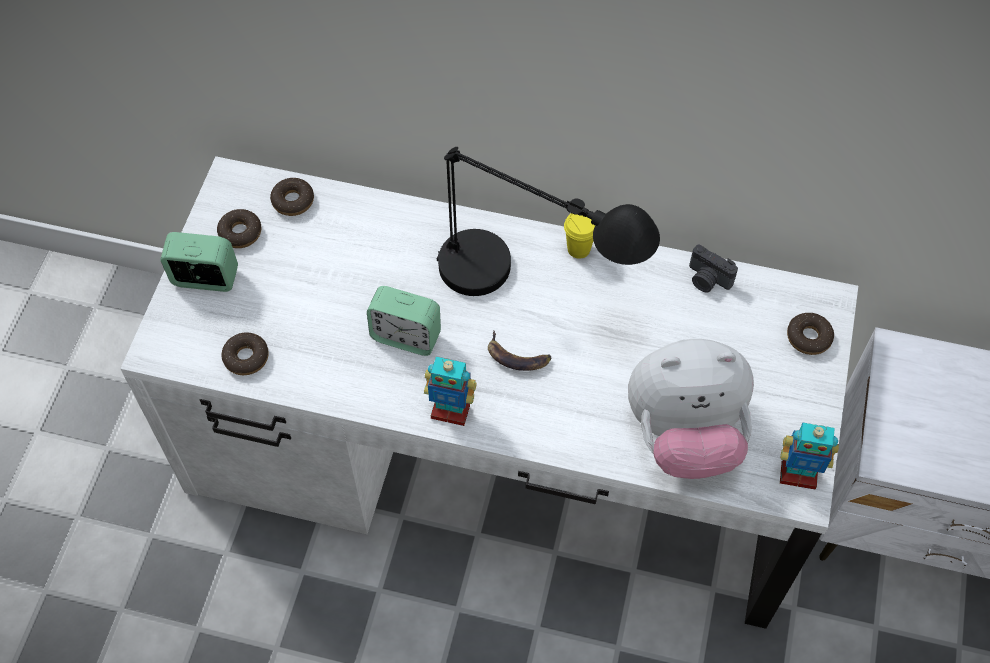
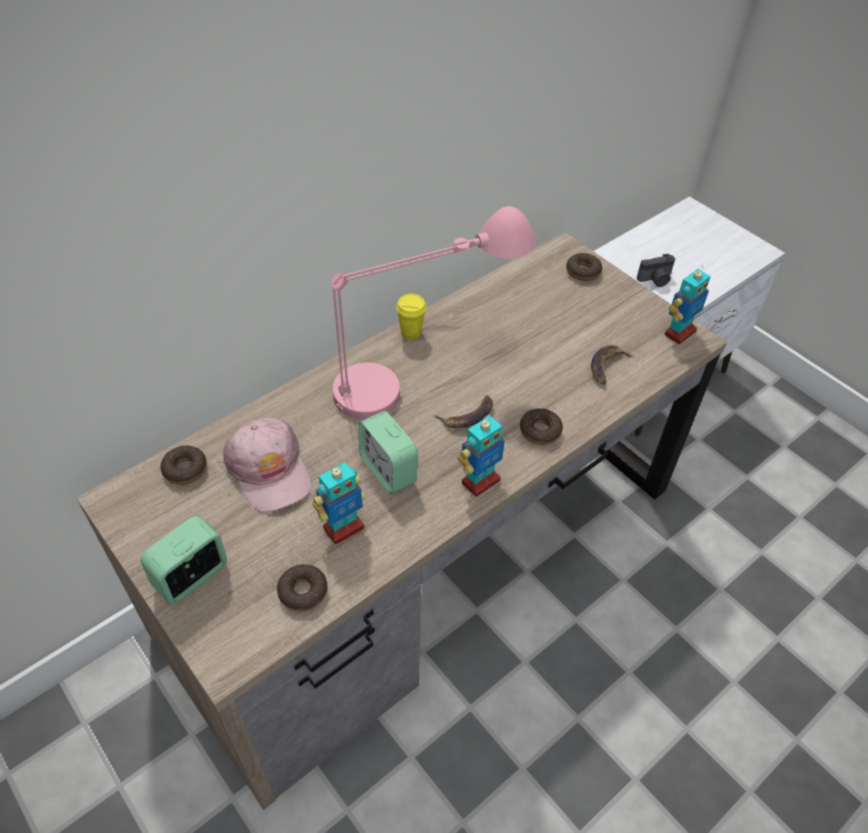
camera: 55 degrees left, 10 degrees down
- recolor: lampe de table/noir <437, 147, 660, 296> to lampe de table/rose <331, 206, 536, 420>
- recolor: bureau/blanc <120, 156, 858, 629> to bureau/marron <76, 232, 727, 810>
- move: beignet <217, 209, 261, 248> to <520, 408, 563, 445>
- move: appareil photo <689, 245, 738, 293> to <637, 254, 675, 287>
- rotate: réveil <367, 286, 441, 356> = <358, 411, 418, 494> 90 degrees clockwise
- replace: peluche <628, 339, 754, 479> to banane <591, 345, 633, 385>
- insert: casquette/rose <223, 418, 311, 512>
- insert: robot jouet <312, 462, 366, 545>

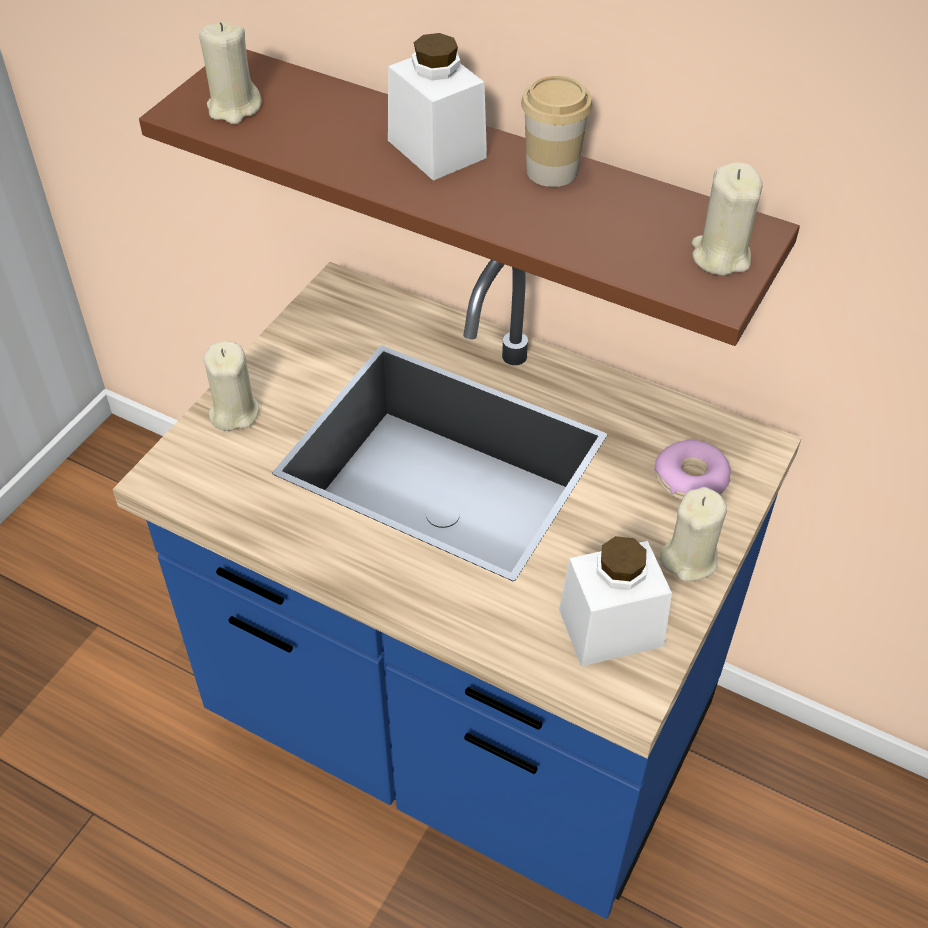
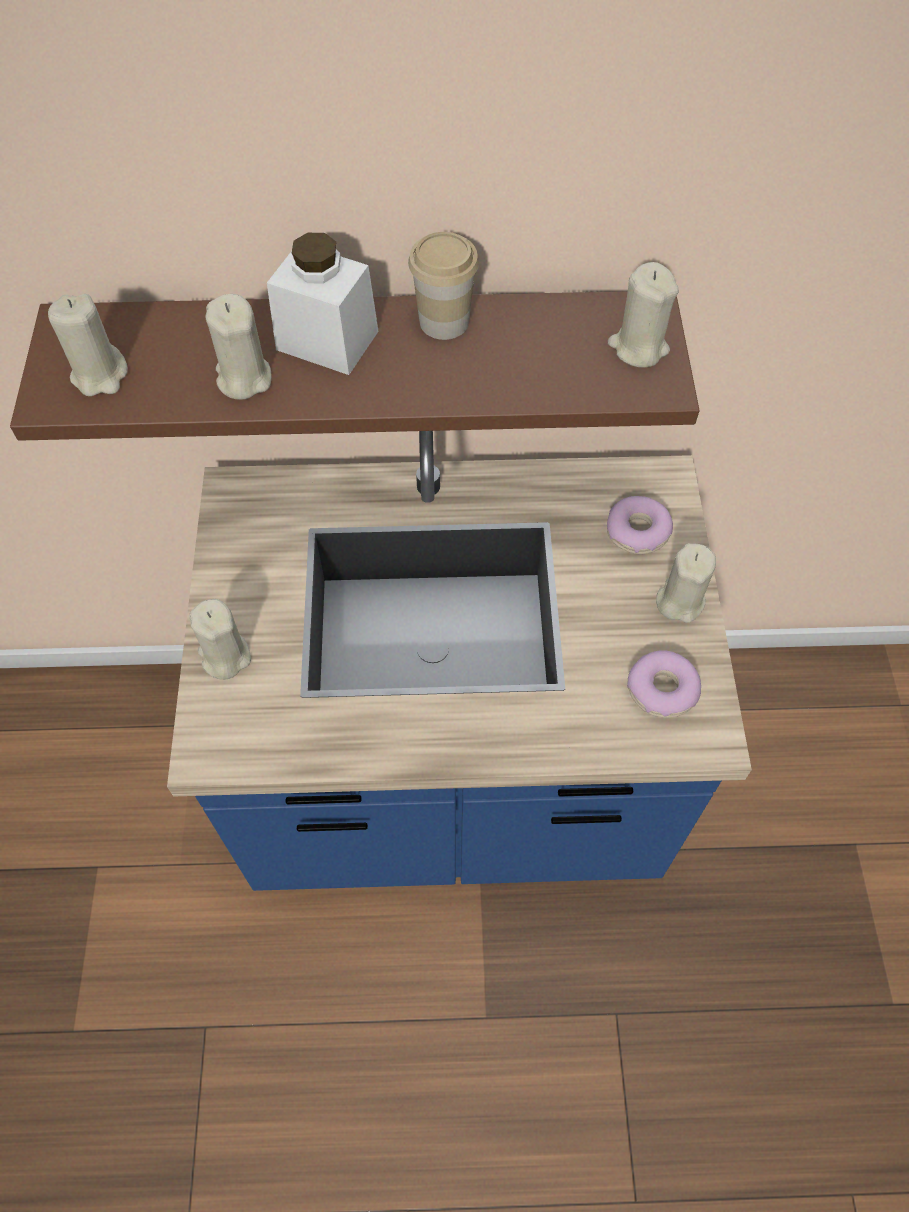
camera: 30 degrees left, 10 degrees up
- replace: bocal/blanc <559, 536, 672, 666> to beignet <627, 650, 701, 718>
- insert: bougie/beige <206, 294, 271, 400>

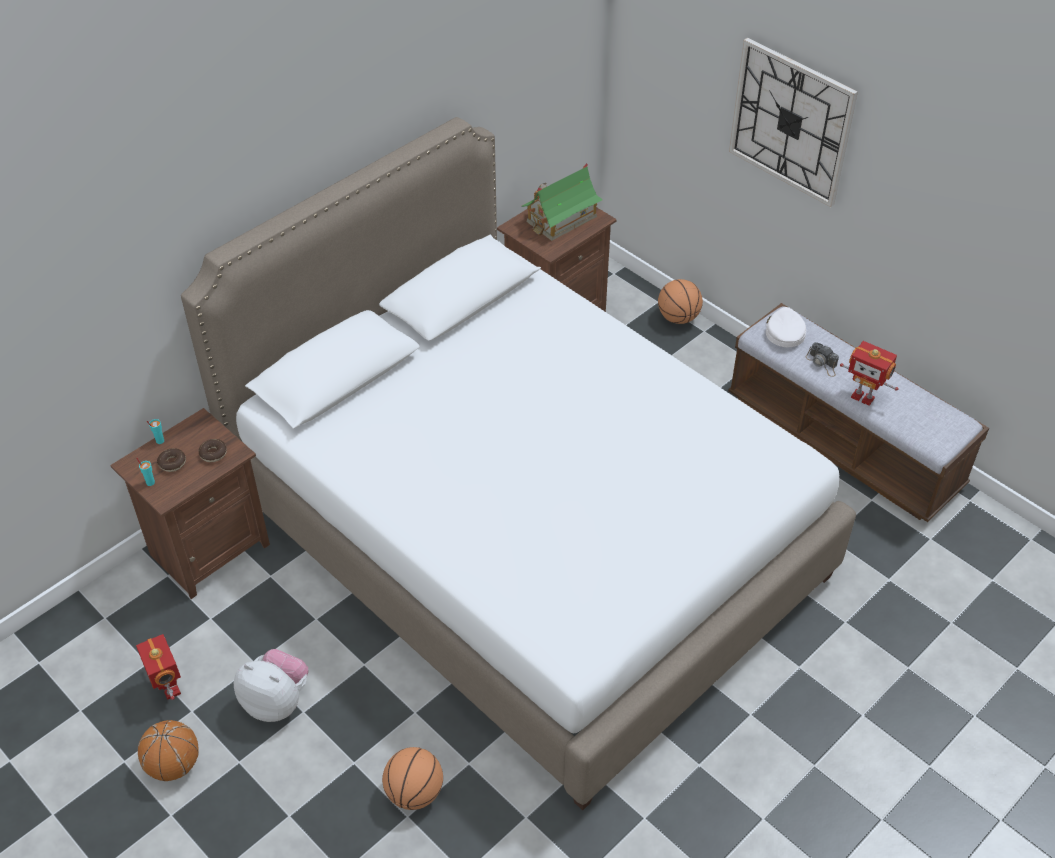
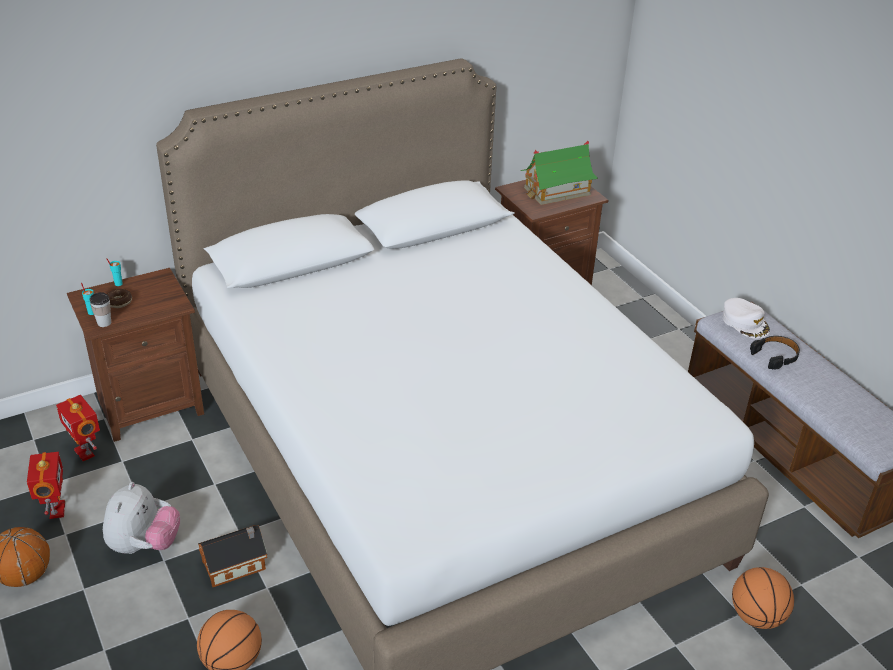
camera: 15 degrees right, 10 degrees down
- delete: horloge murale <729, 38, 858, 207>
- move: ballon de basket <658, 279, 703, 324> to <732, 567, 794, 629>
- rotate: casquette/blanc <766, 307, 806, 347> = <723, 298, 770, 339> 135 degrees clockwise
- move: robot jouet <840, 341, 899, 406> to <56, 395, 100, 461>
- replace: appareil photo <805, 342, 839, 377> to casque audio/noir <750, 336, 800, 370>
- delete: beignet <199, 439, 227, 462>
- rotate: peluche <234, 649, 308, 722> = <103, 482, 180, 554> 60 degrees clockwise
- insert: tasse <90, 292, 111, 327>
- insert: maison miniature <198, 525, 267, 587>

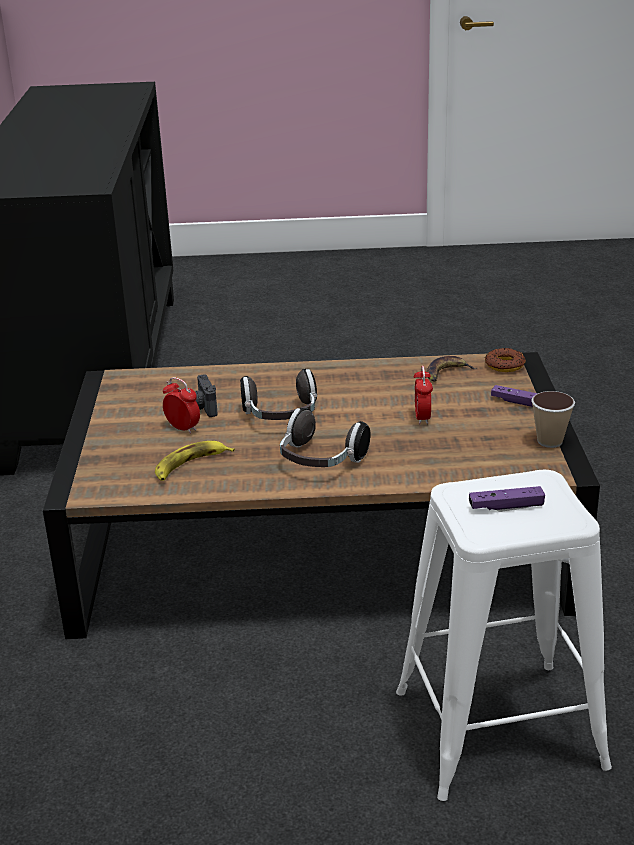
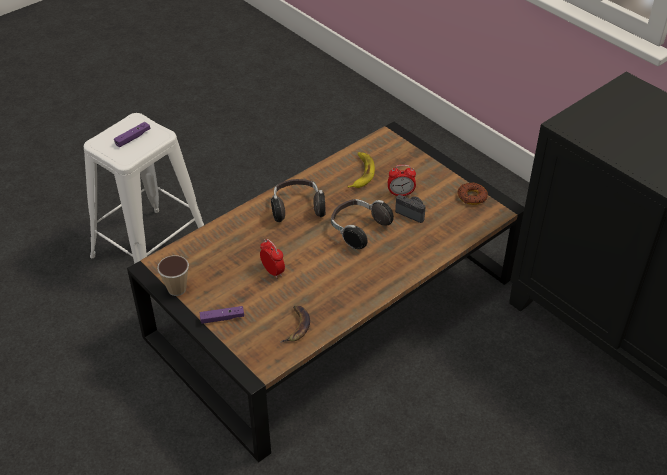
camera: 140 degrees right, 15 degrees up
- move: beignet <485, 348, 526, 372> to <457, 182, 488, 205>

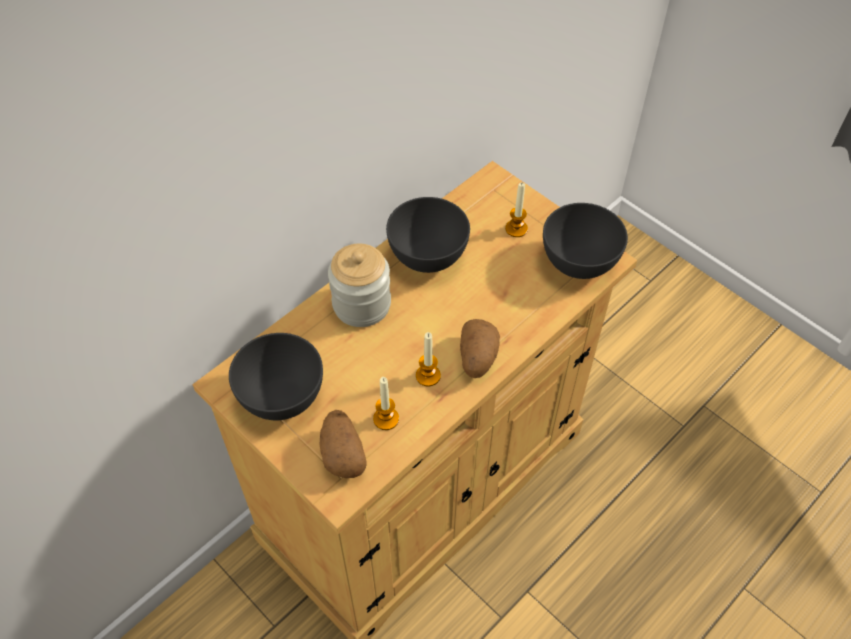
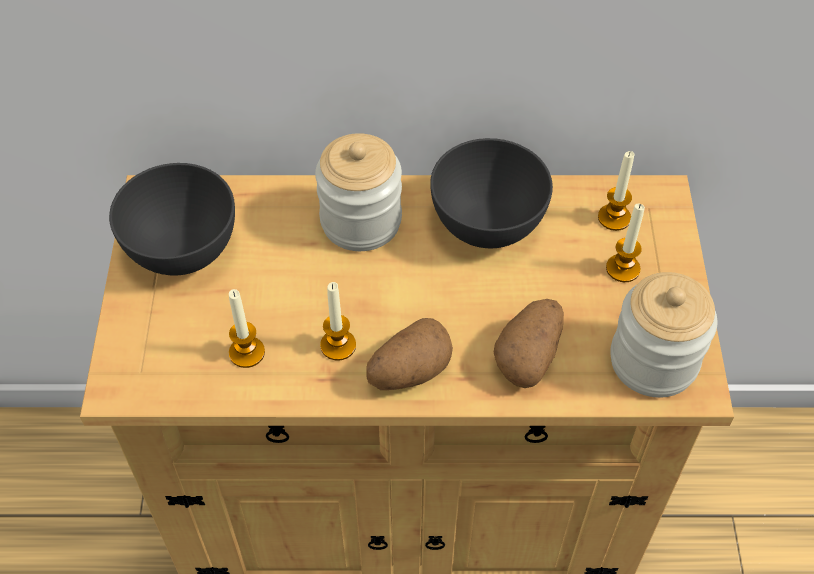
camera: 45 degrees right, 0 degrees up
- replace: bol/gris <543, 203, 628, 279> to bocal <610, 272, 717, 398>
- move: pomme de terre <320, 410, 367, 478> to <494, 299, 564, 388>
- insert: bougie <598, 151, 635, 231>

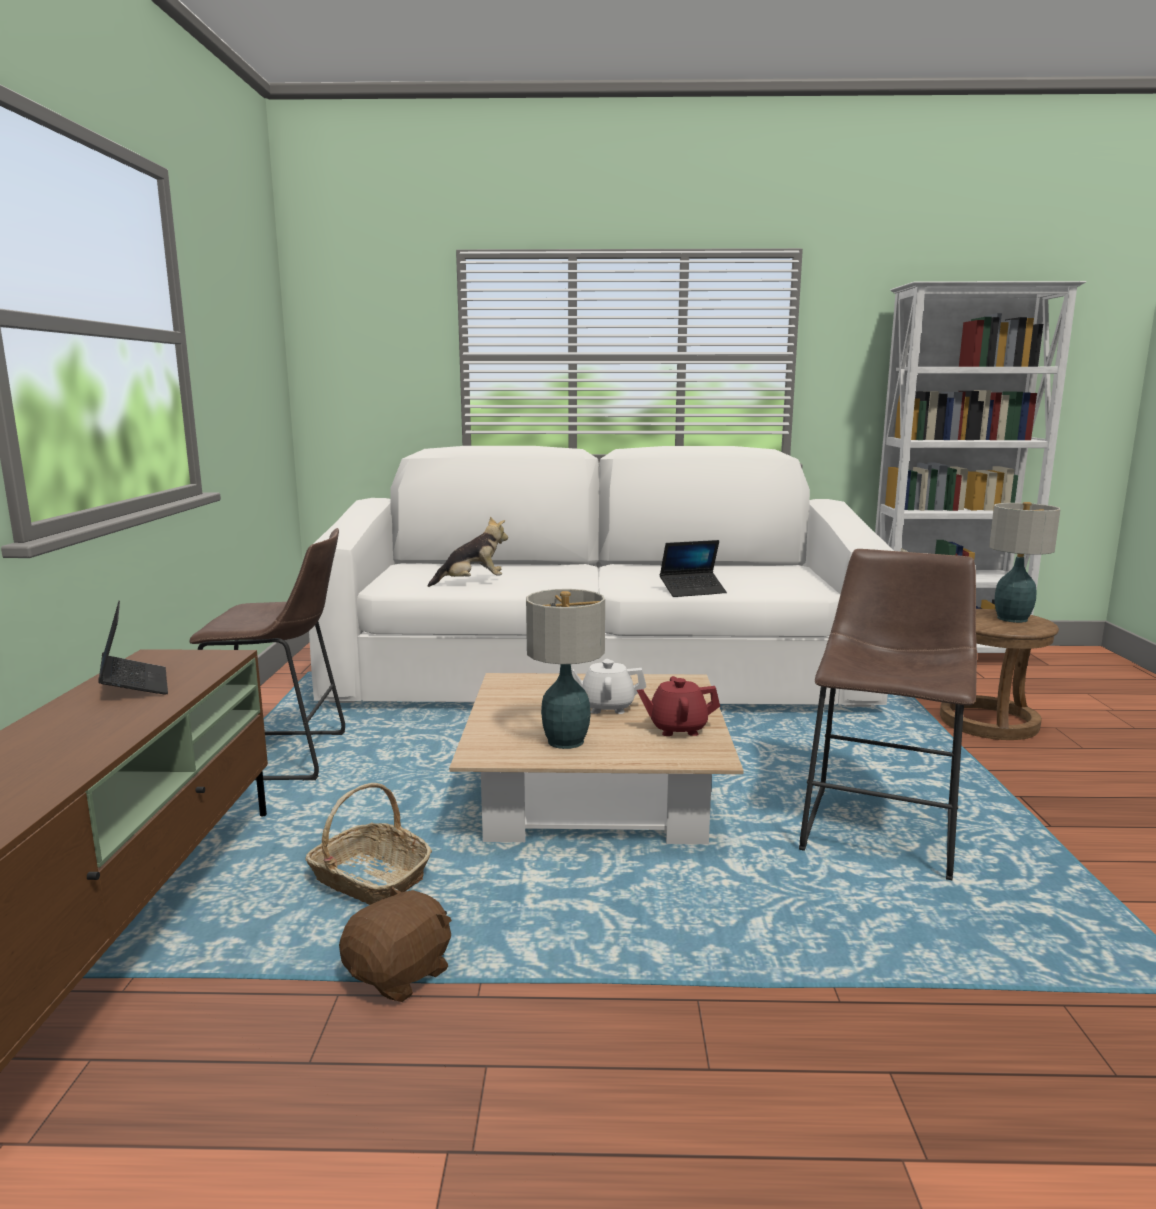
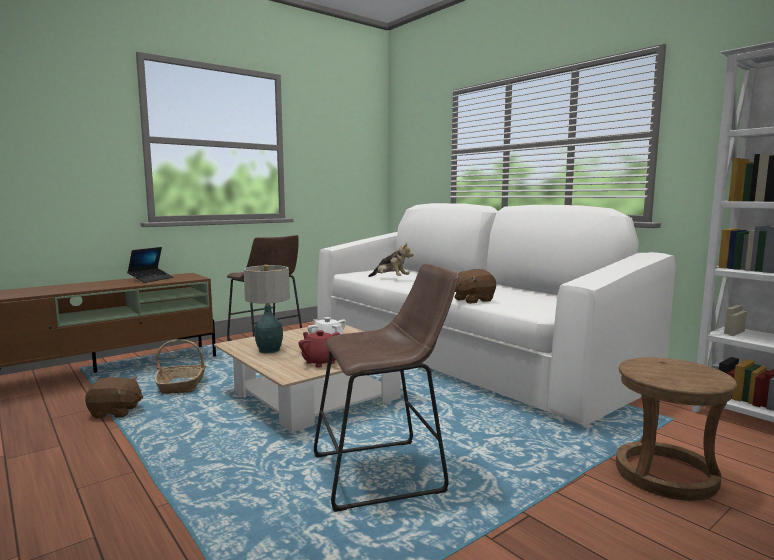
camera: 50 degrees right, 5 degrees down
- delete: lampe de table <989, 502, 1060, 623>
- replace: ordinateur portable <660, 540, 727, 597> to peluche/marron <454, 269, 496, 304>

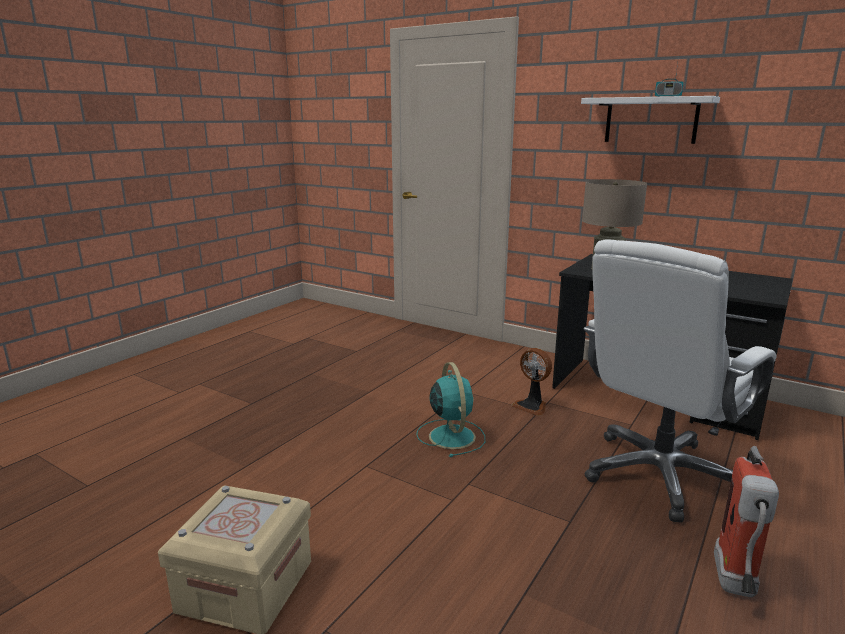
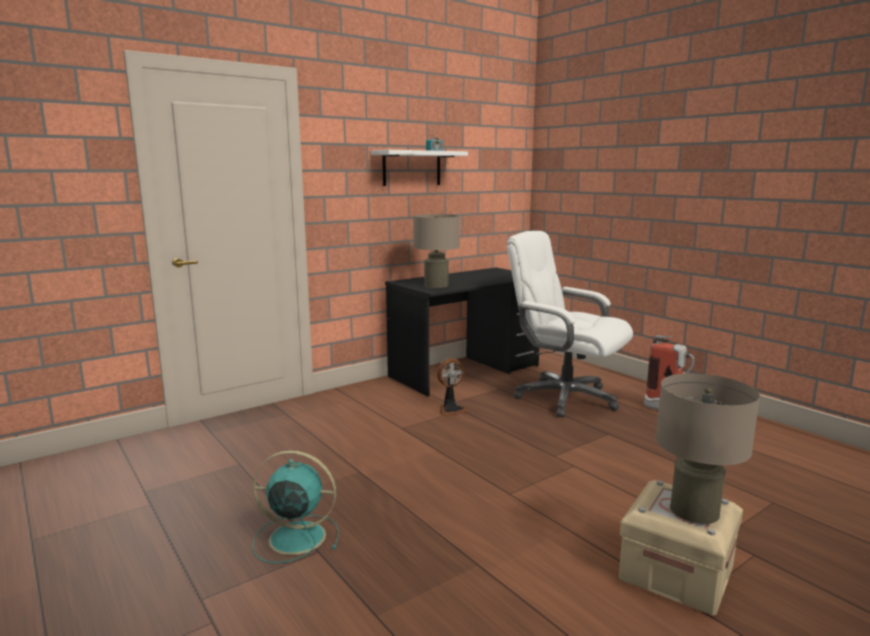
camera: 70 degrees left, 5 degrees down
- rotate: chaise de bureau/blanc <583, 239, 777, 523> = <507, 231, 633, 418> 150 degrees clockwise
- move: ventilateur/turquoise <416, 362, 485, 457> to <252, 450, 339, 563>
- insert: lampe de table/beige <656, 373, 760, 524>

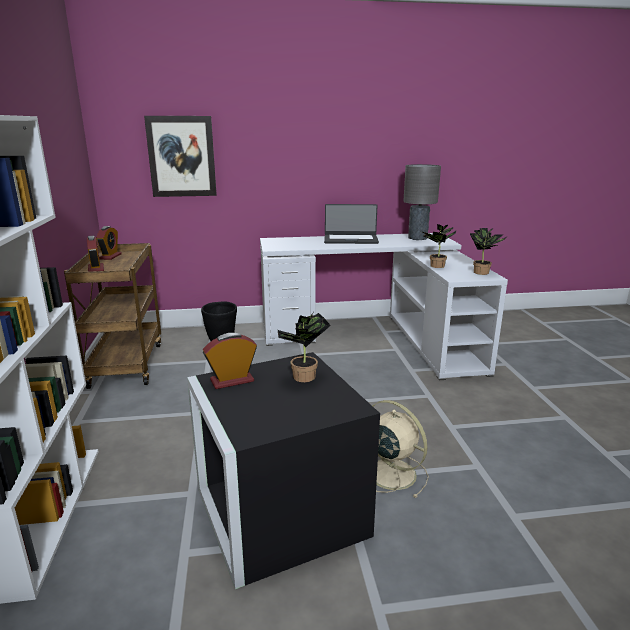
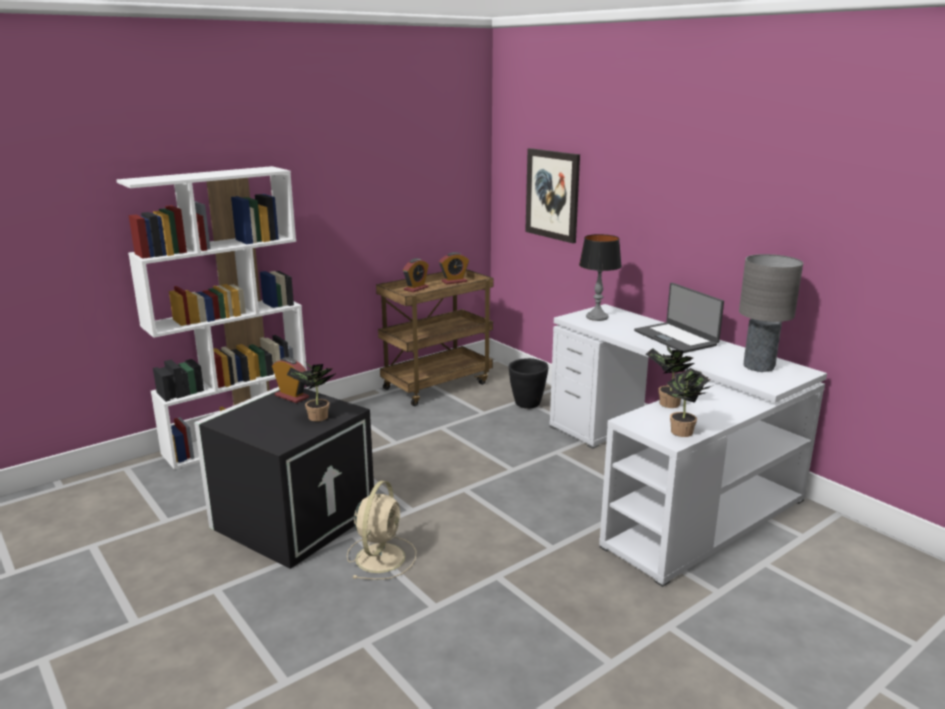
camera: 60 degrees right, 0 degrees up
- insert: lampe de table <579, 234, 622, 321>

